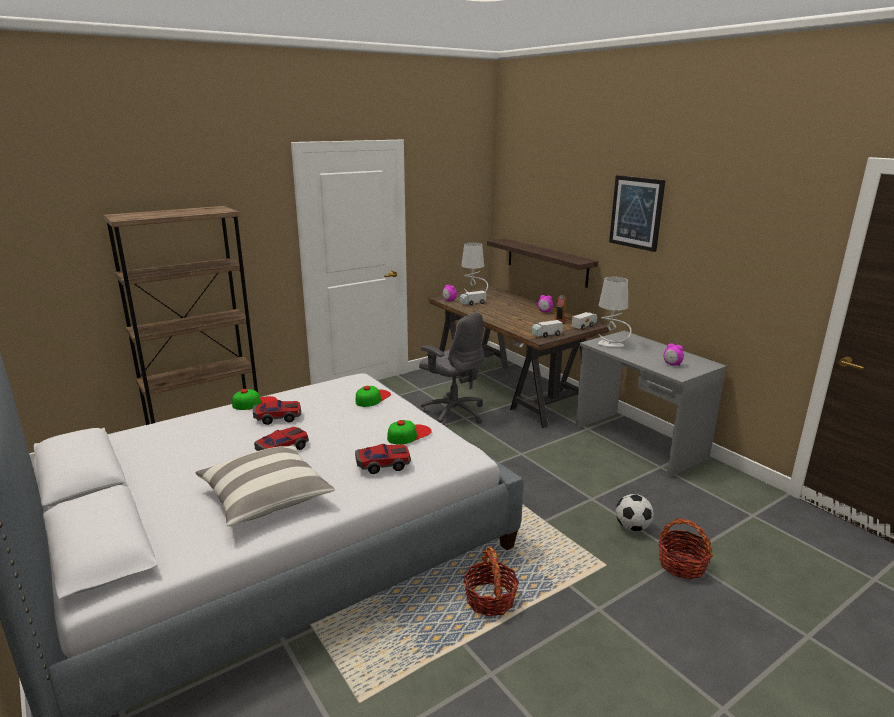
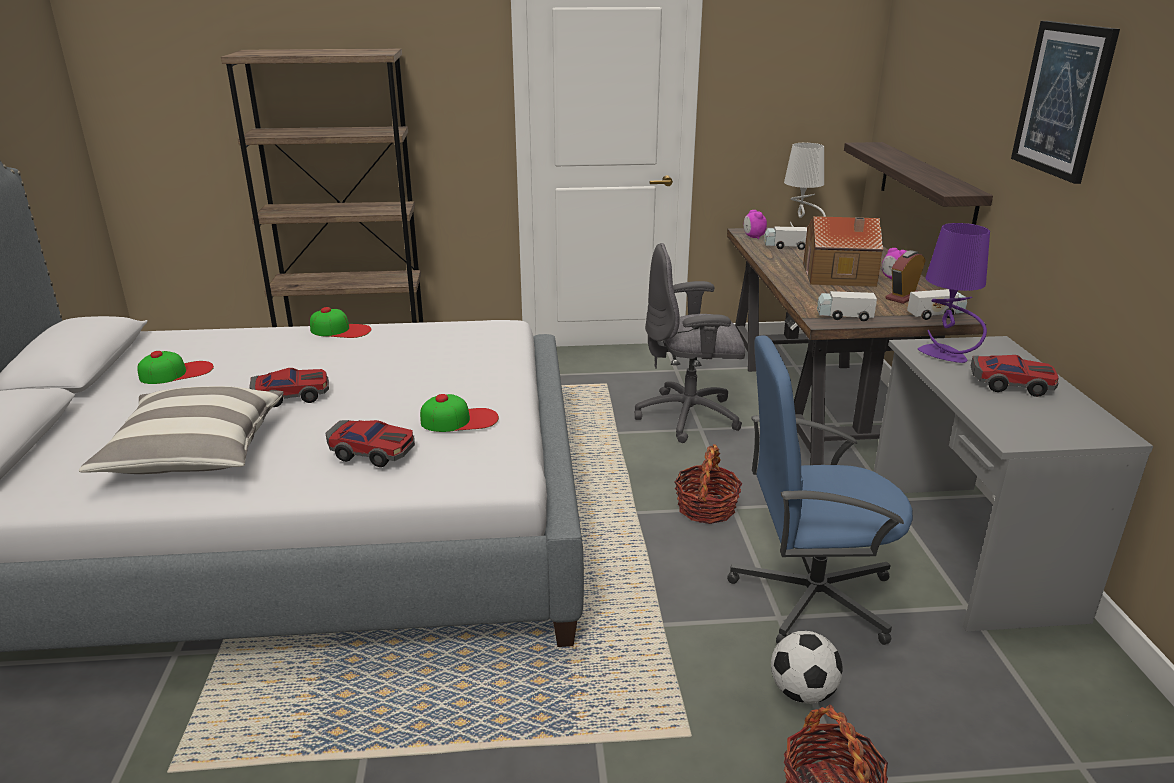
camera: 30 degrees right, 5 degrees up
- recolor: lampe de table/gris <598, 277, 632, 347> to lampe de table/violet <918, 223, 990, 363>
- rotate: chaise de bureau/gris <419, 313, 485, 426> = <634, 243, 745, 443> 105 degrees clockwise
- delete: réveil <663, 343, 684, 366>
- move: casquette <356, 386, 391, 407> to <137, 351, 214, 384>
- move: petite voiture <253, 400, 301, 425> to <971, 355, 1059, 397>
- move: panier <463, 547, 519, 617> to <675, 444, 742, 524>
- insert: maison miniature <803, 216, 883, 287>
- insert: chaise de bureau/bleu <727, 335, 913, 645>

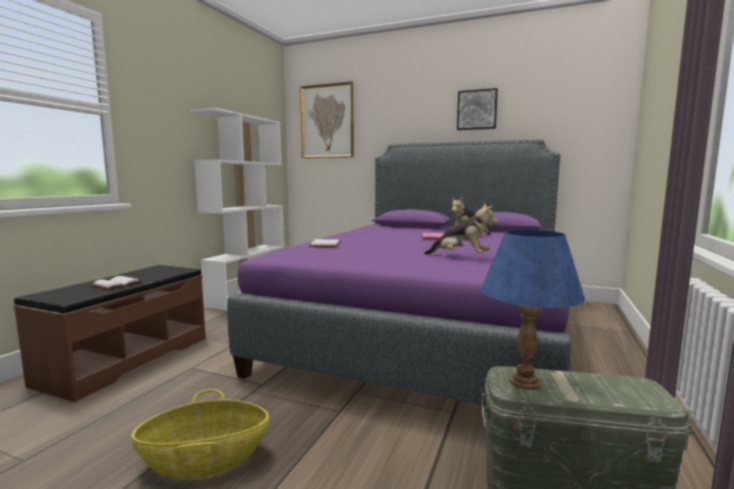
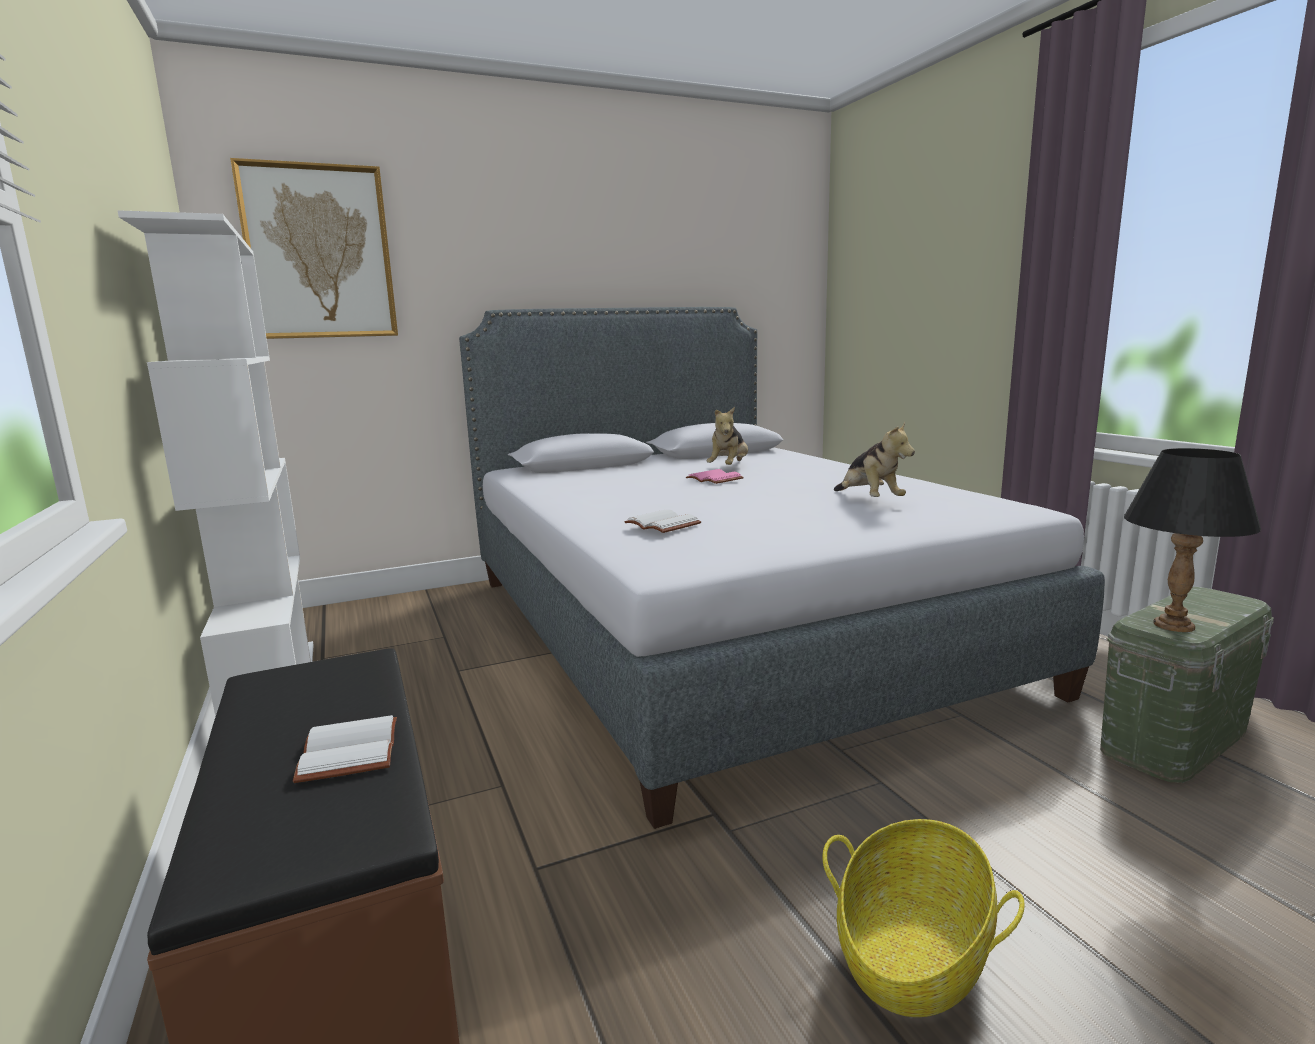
camera: 45 degrees left, 5 degrees up
- delete: tableau <457, 88, 498, 130>
- recolor: lit/violet <227, 140, 571, 406> to lit/gris <459, 307, 1105, 829>
- rotate: peluche <424, 203, 498, 255> = <834, 422, 915, 497> 90 degrees clockwise
- recolor: lampe de table/bleu <481, 230, 585, 390> to lampe de table/noir <1124, 448, 1261, 632>

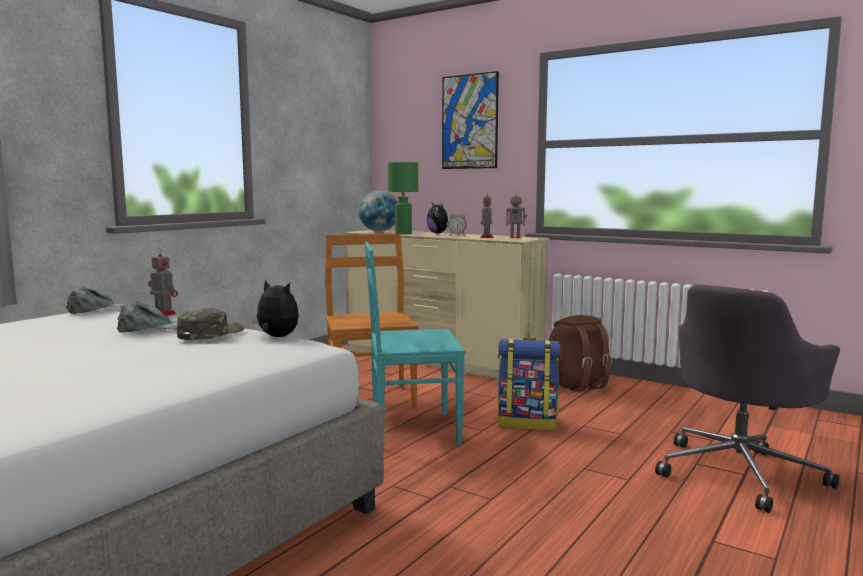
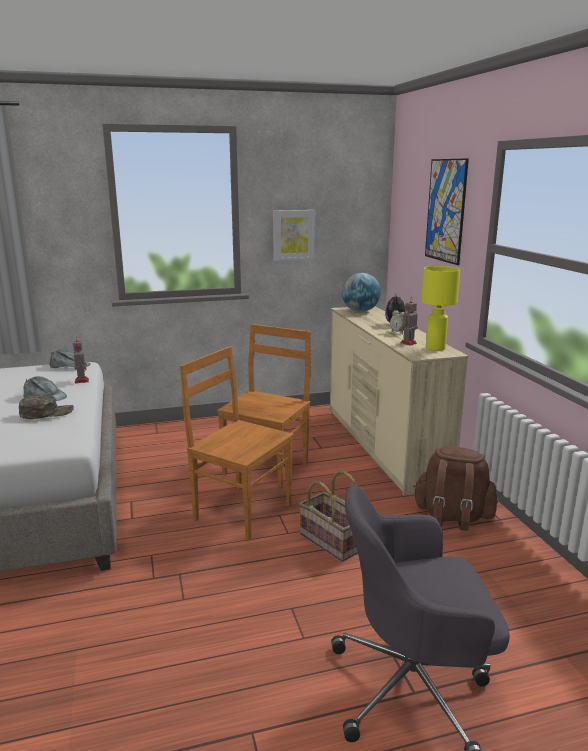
camera: 40 degrees right, 10 degrees up
- delete: lampe de table/vert <388, 162, 418, 234>
- replace: robot jouet <506, 191, 527, 238> to lampe de table/jaune <422, 266, 460, 351>
- recolor: chaise/turquoise <365, 242, 465, 450> to chaise/marron <180, 346, 294, 541>
- delete: peluche <249, 280, 299, 337>
- replace: sac à dos <497, 338, 561, 430> to panier <299, 471, 358, 562>
- insert: tableau <273, 210, 315, 261>

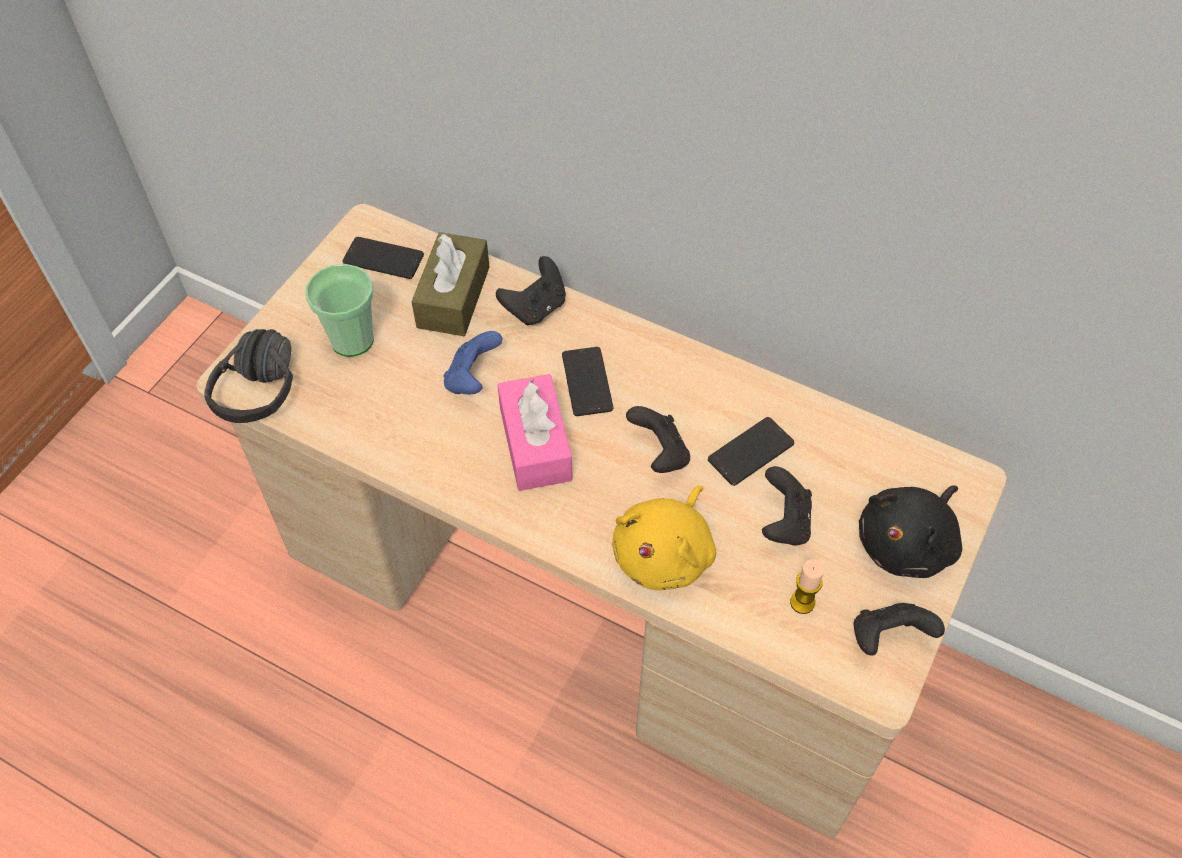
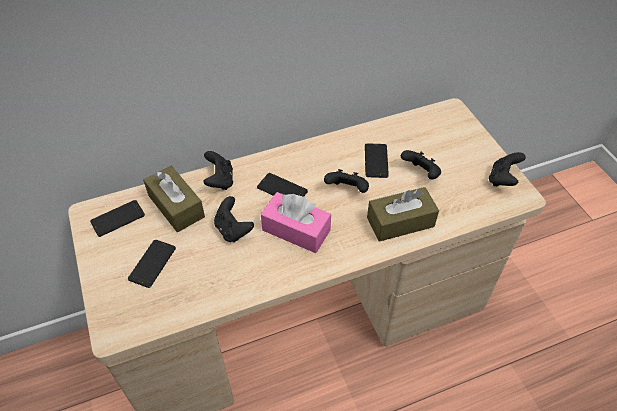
camera: 50 degrees left, 5 degrees down
- replace: tasse <306, 264, 374, 357> to téléphone <128, 240, 176, 288>
- delete: casque audio/noir <204, 329, 293, 423>
- recolor: manette/bleu <443, 331, 502, 394> to manette/noir <214, 196, 254, 242>
- replace: peluche/jaune <612, 485, 716, 590> to boîte à mouchoirs/marron <367, 187, 439, 242>
- delete: peluche/noir <859, 486, 962, 578>
- delete: bougie <790, 559, 824, 614>

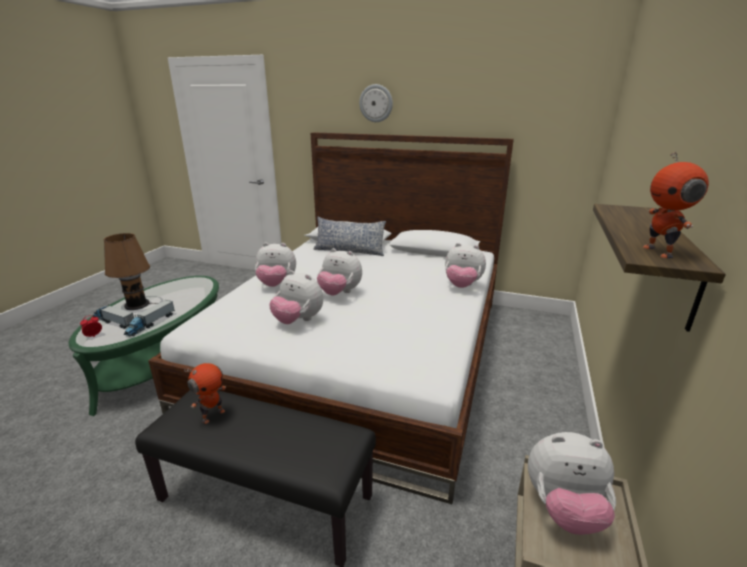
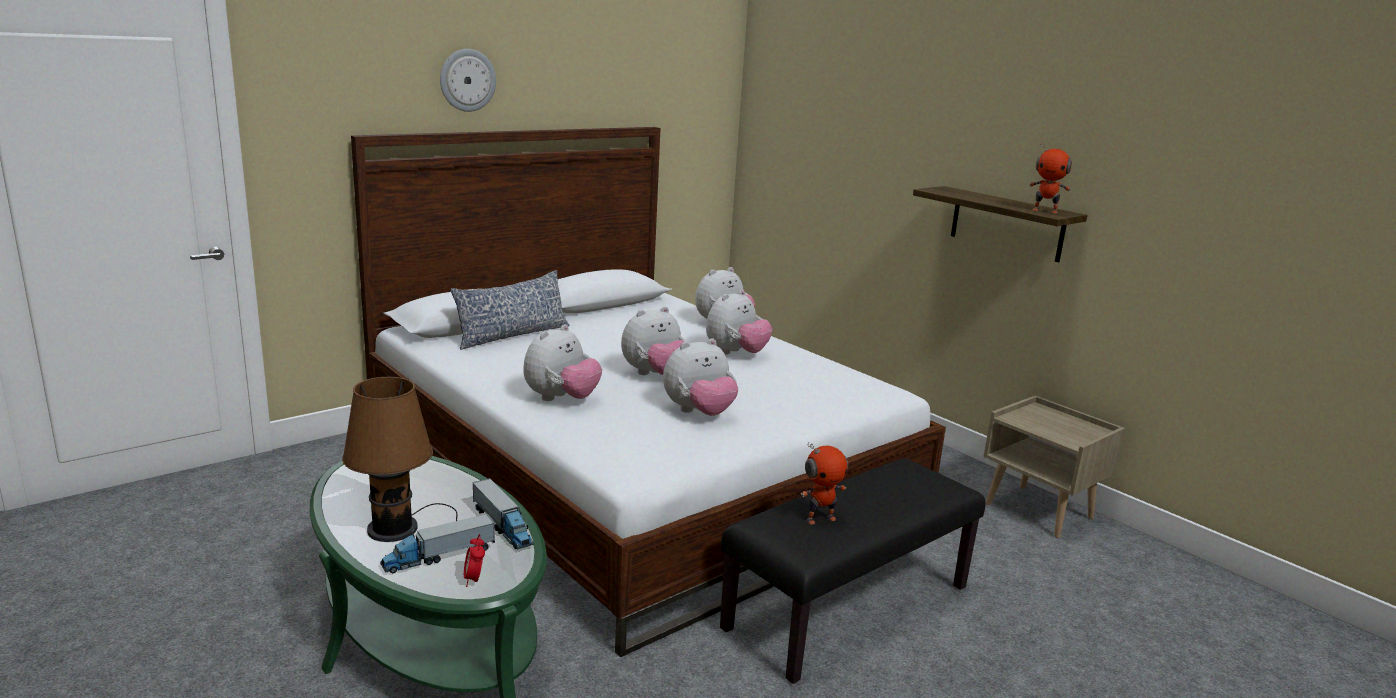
camera: 60 degrees left, 5 degrees down
- rotate: robot jouet <184, 363, 226, 424> = <801, 442, 848, 525> 90 degrees clockwise
- move: peluche <528, 432, 616, 535> to <706, 290, 773, 354>

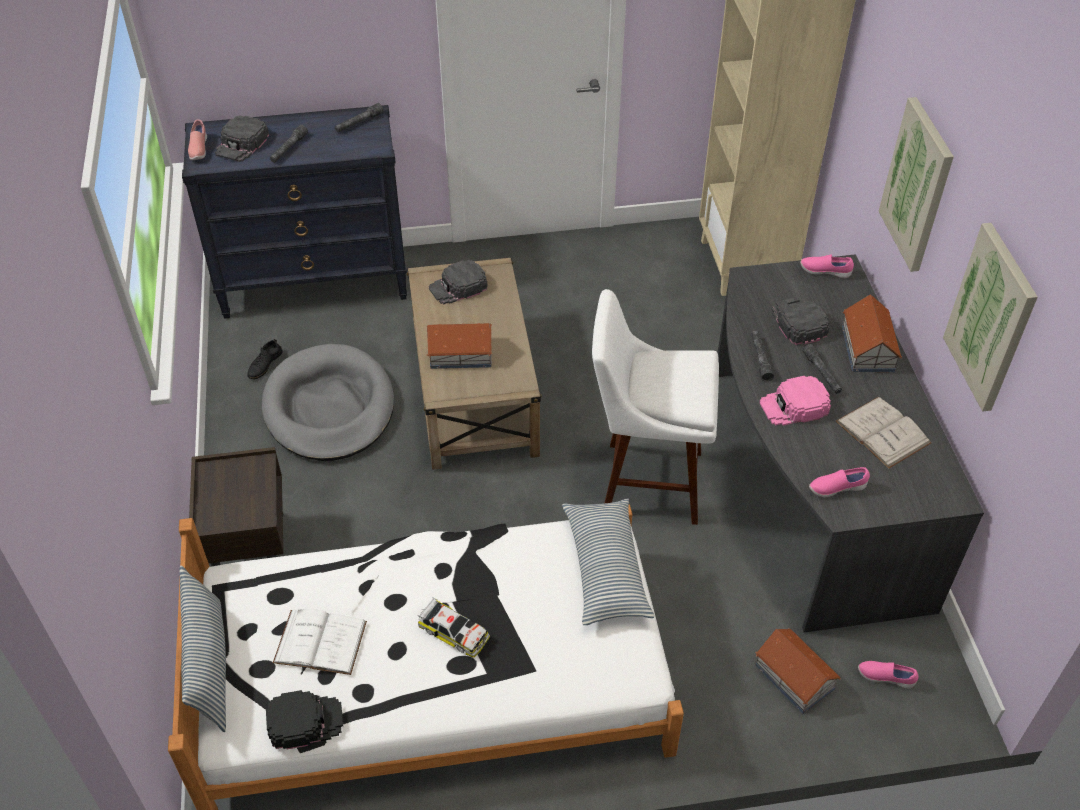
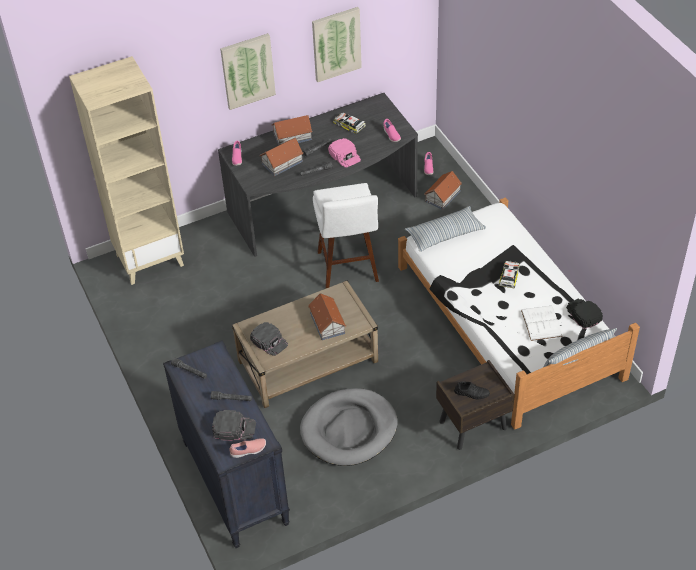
camera: 105 degrees left, 0 degrees up
- replace: casquette/noir <771, 297, 830, 345> to maison miniature <260, 138, 303, 176>
- move: chaussure/noir <247, 339, 283, 379> to <454, 381, 490, 399>
- replace: livre/blanc <836, 397, 931, 469> to petite voiture <333, 113, 366, 134>

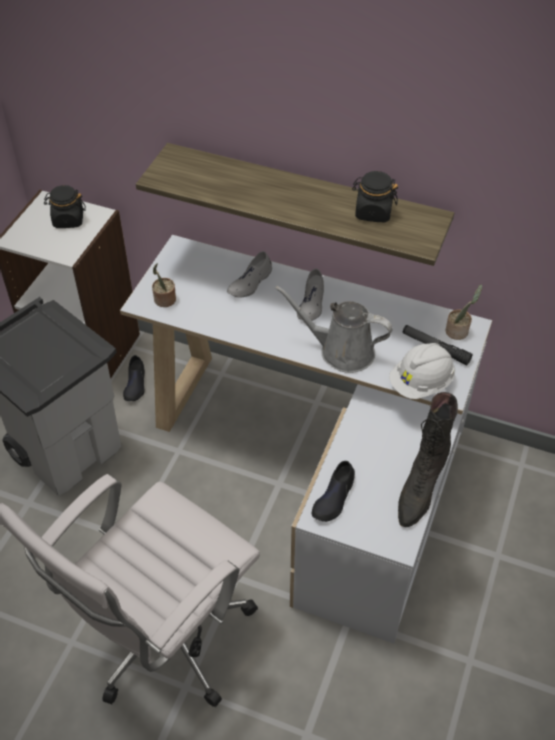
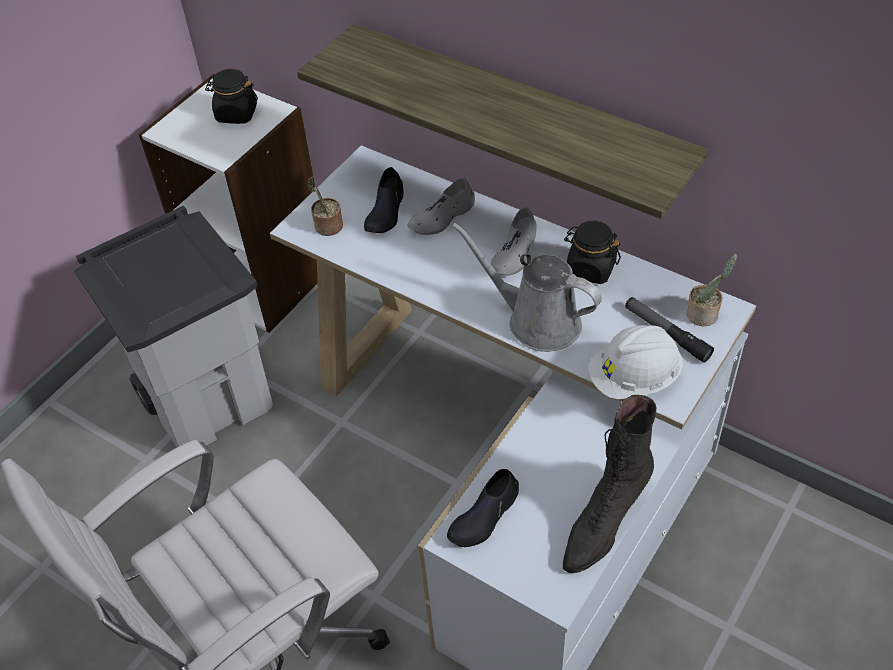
camera: 15 degrees right, 0 degrees up
- move: bocal/noir <352, 171, 398, 222> to <564, 221, 621, 284>
- move: chaussure/noir <123, 355, 145, 401> to <364, 167, 403, 233>

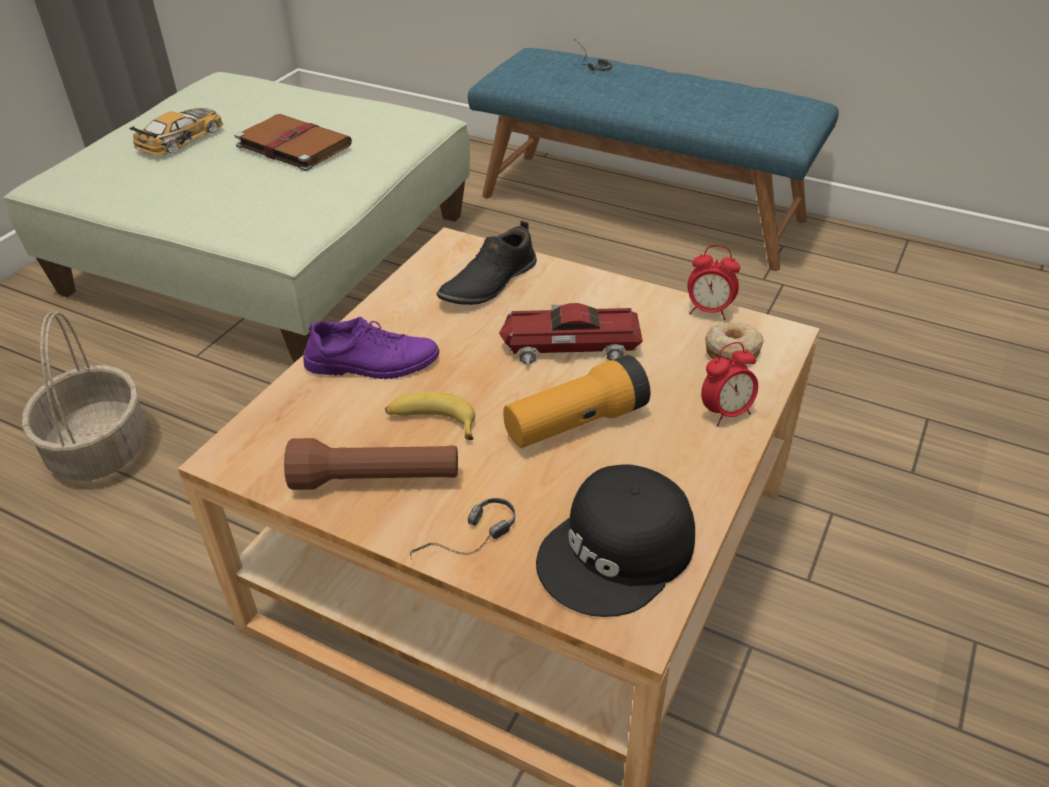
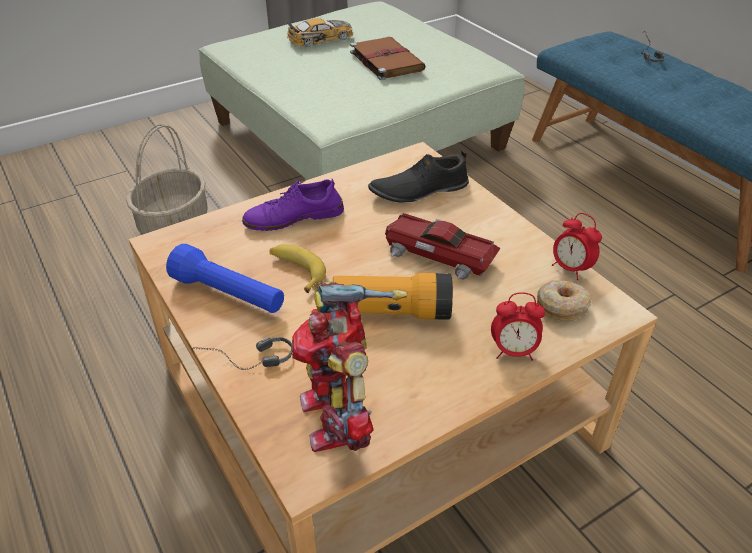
camera: 30 degrees right, 0 degrees up
- rotate: chaussure/violet <303, 317, 440, 379> = <242, 178, 344, 231> 135 degrees clockwise
- recolor: lampe de poche/marron <284, 438, 458, 490> to lampe de poche/bleu <166, 244, 284, 313>
- replace: casquette/noir <536, 464, 695, 617> to robot jouet <292, 281, 408, 452>

